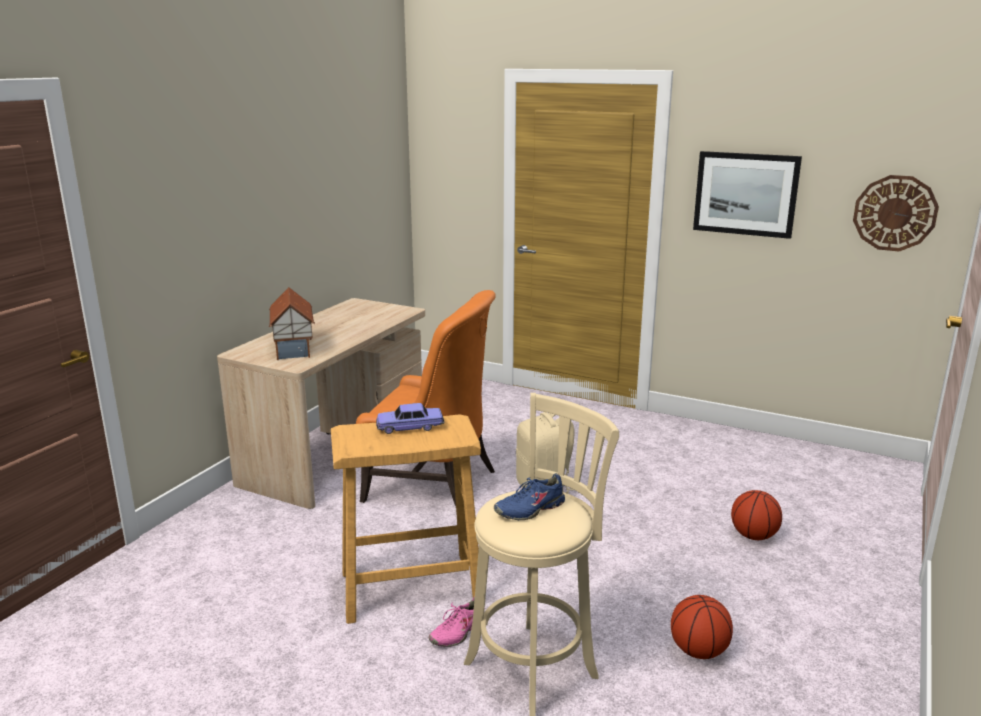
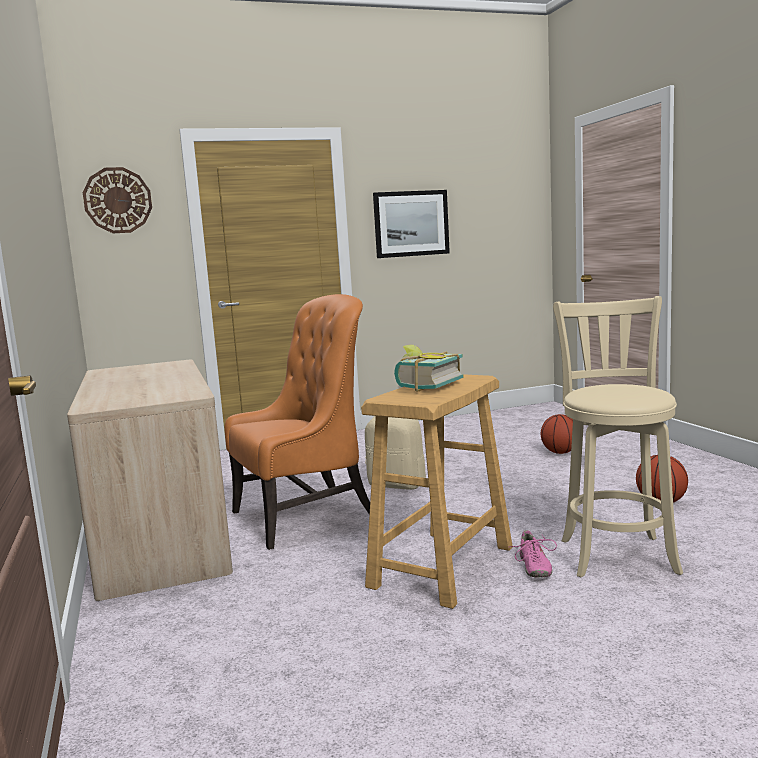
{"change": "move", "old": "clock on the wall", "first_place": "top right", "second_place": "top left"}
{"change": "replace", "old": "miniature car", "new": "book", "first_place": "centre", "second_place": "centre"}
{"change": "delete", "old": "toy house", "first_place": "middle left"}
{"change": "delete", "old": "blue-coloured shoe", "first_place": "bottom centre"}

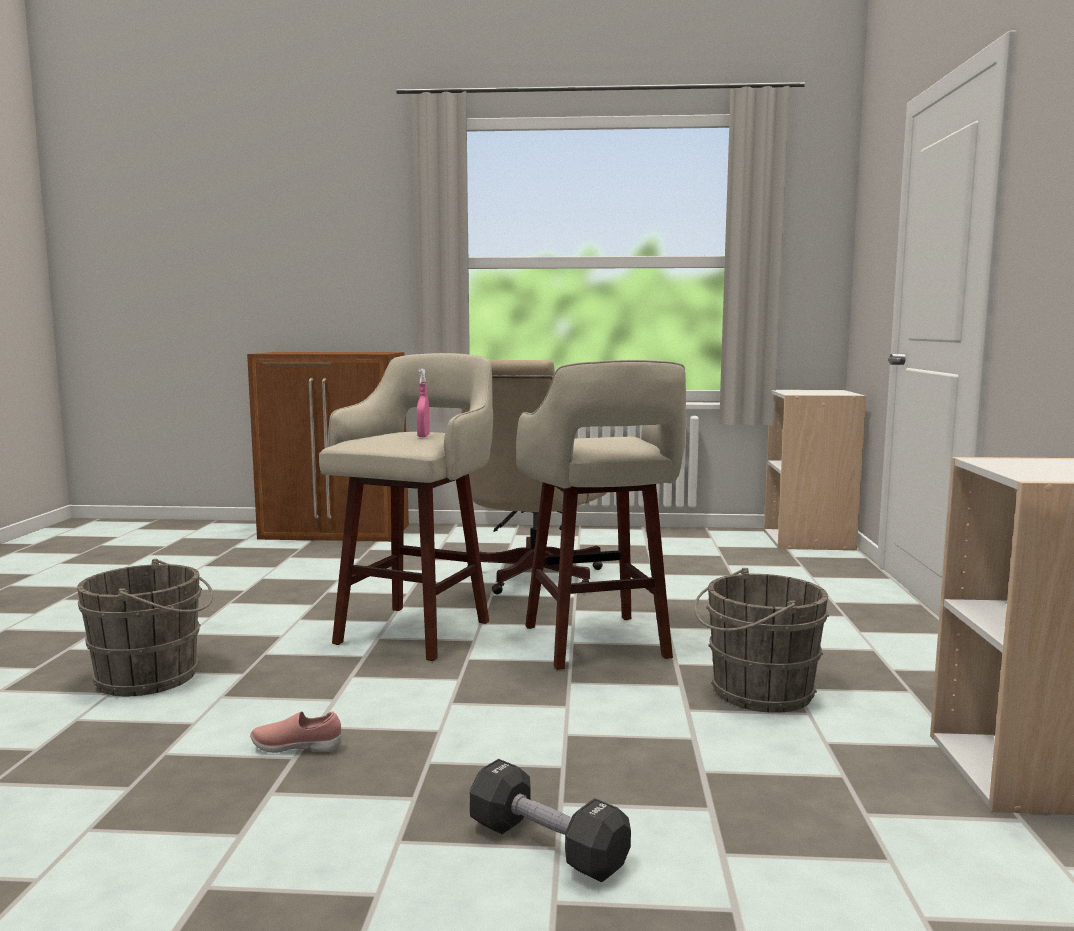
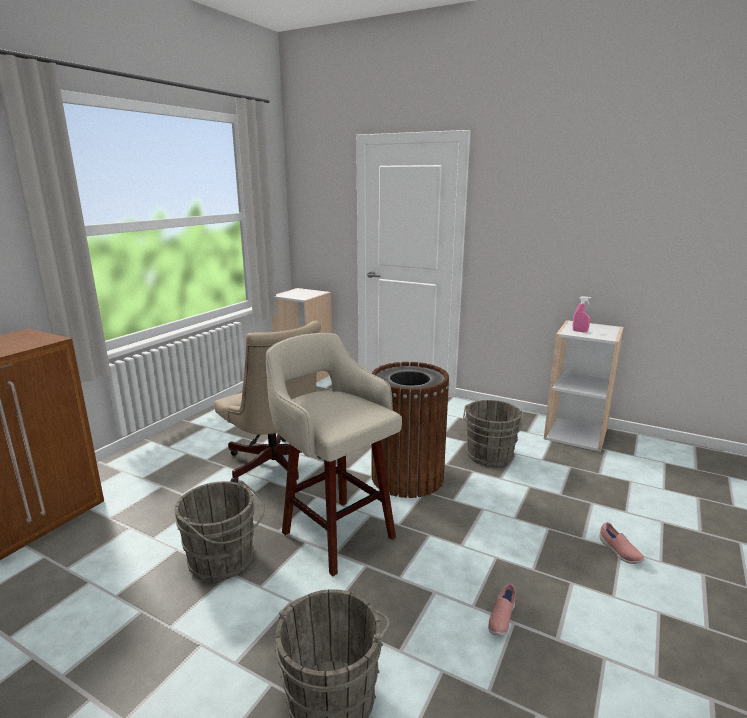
{"change": "insert", "new": "gray bucket (1st from left)", "second_place": "bottom left"}
{"change": "replace", "old": "beige sitting stool (2nd from left)", "new": "brownish trash can", "first_place": "centre", "second_place": "centre"}
{"change": "move", "old": "pink hand sprayer", "first_place": "centre", "second_place": "middle right"}
{"change": "replace", "old": "black free weight", "new": "pink shoe (2nd from left)", "first_place": "bottom centre", "second_place": "bottom right"}

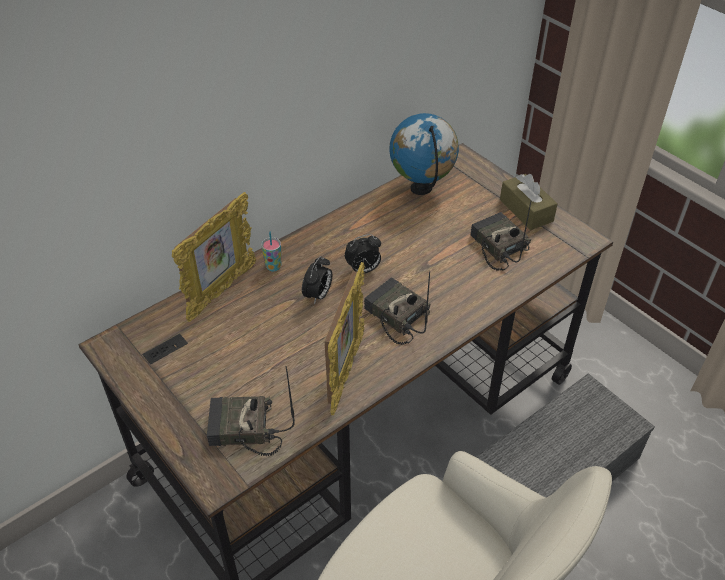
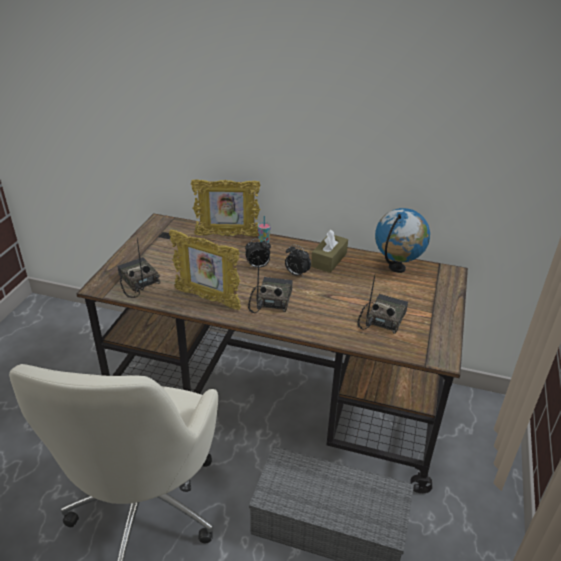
{"change": "rotate", "old": "standing frame (2nd from left in the first image)", "first_place": "centre", "second_place": "centre", "degrees": 45}
{"change": "move", "old": "brownish box of tissues", "first_place": "middle right", "second_place": "centre"}

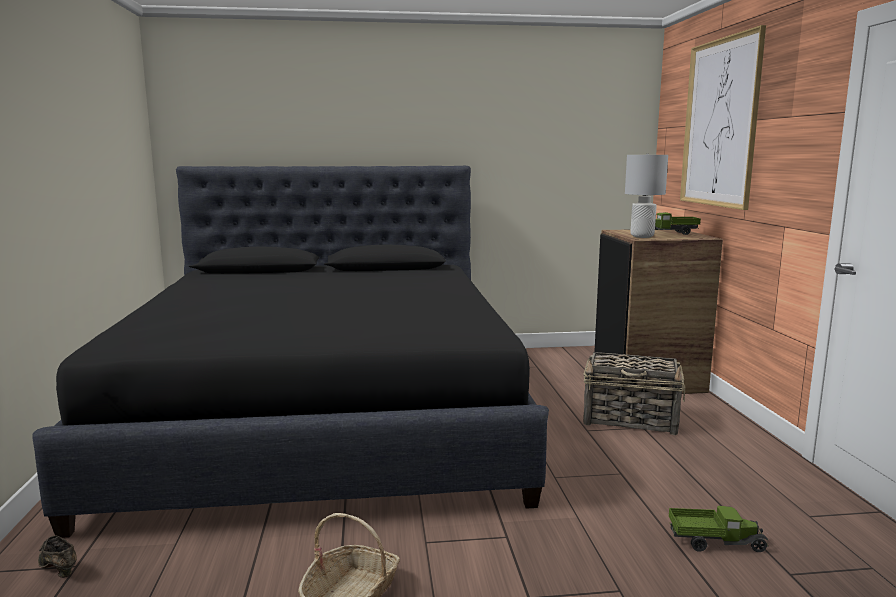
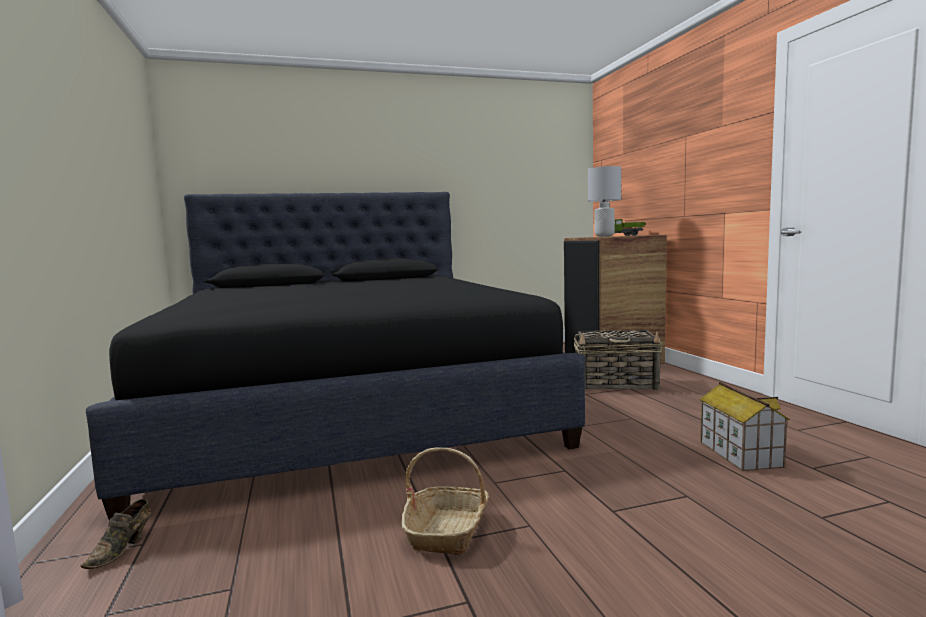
{"change": "rotate", "old": "brownish shoe", "first_place": "bottom left", "second_place": "bottom left", "degrees": -105}
{"change": "replace", "old": "toy lorry (2nd from left)", "new": "toy house", "first_place": "bottom right", "second_place": "bottom right"}
{"change": "delete", "old": "wall art", "first_place": "top right"}

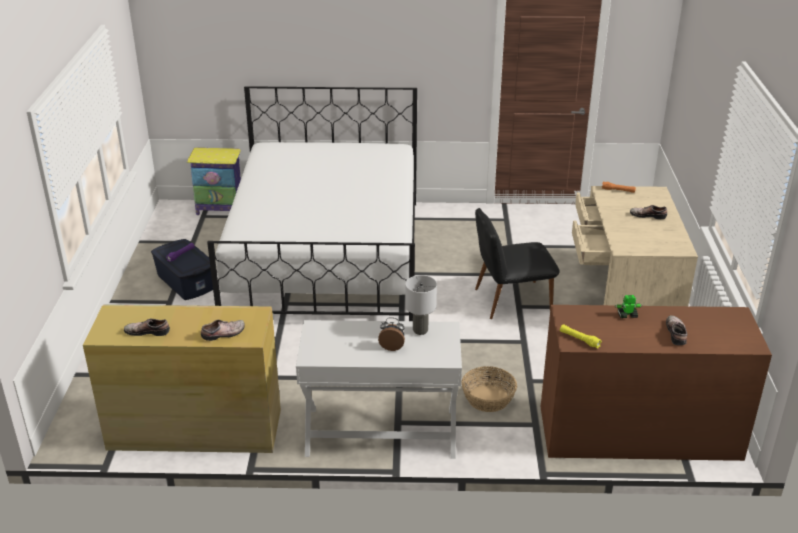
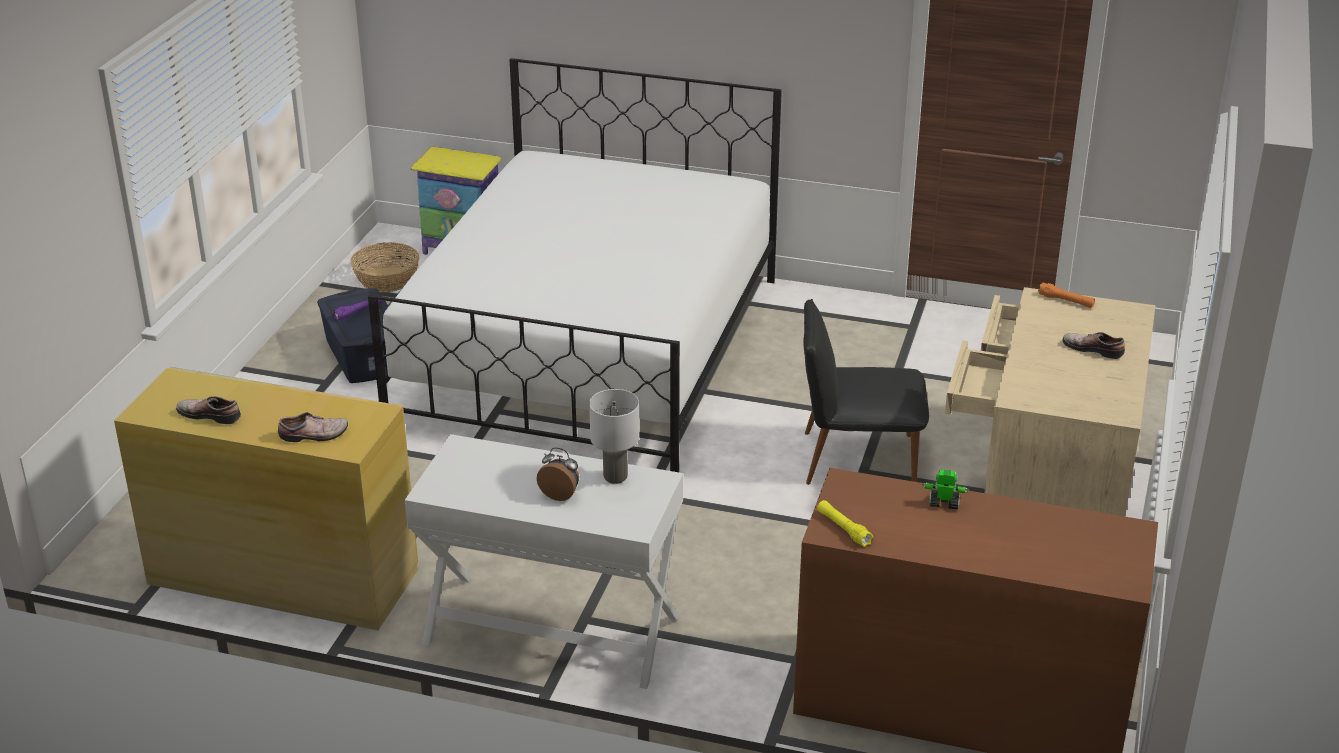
{"change": "move", "old": "storage basket", "first_place": "bottom centre", "second_place": "middle left"}
{"change": "delete", "old": "shoe (4th from left)", "first_place": "middle right"}

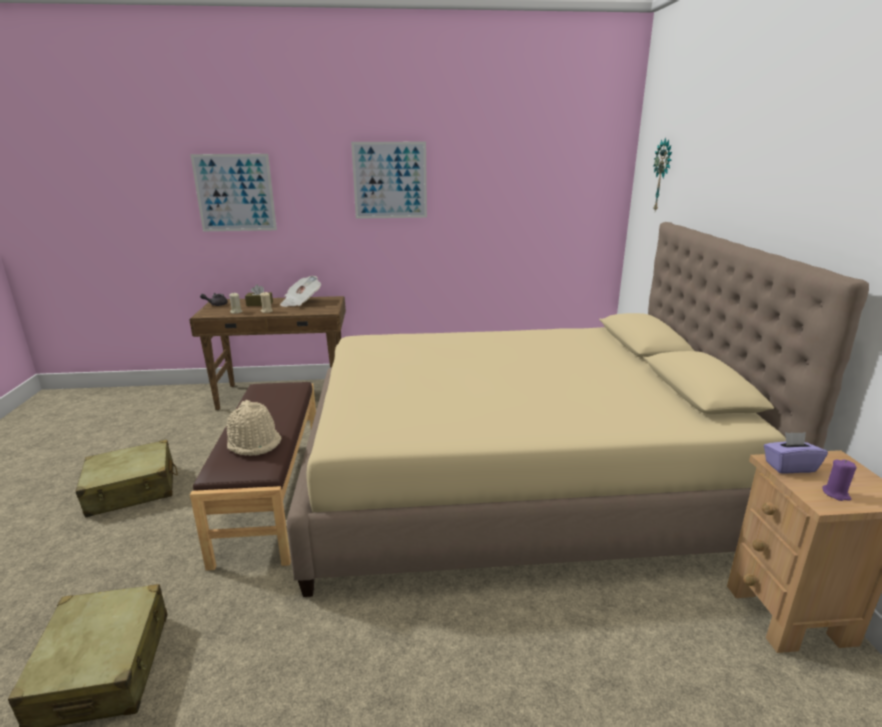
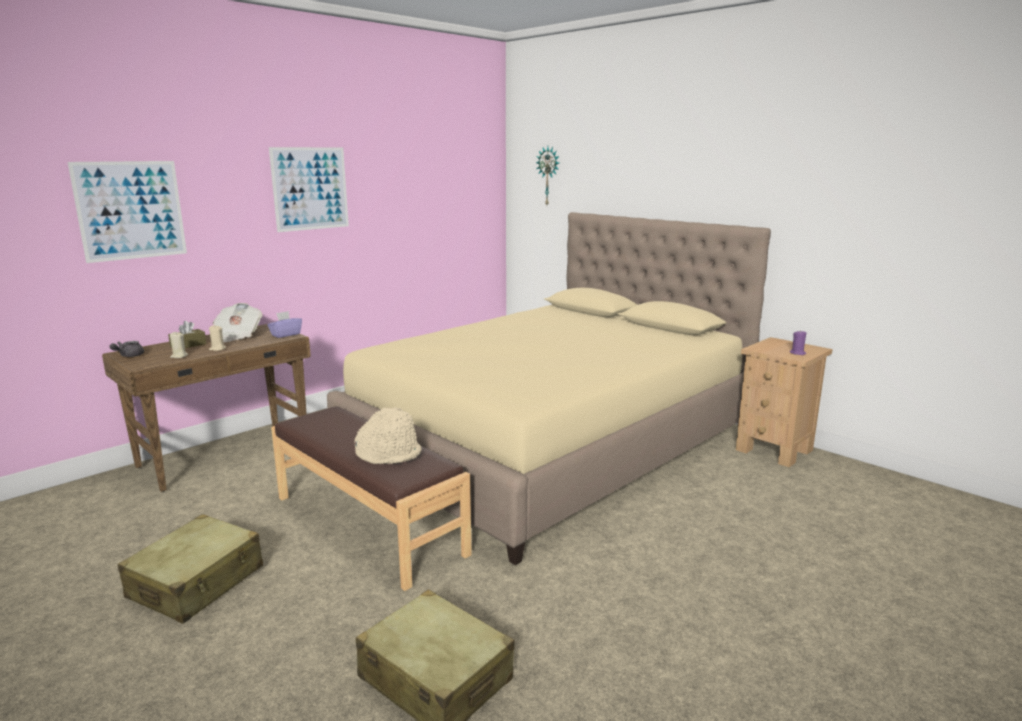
{"change": "move", "old": "purple box of tissues", "first_place": "middle right", "second_place": "middle left"}

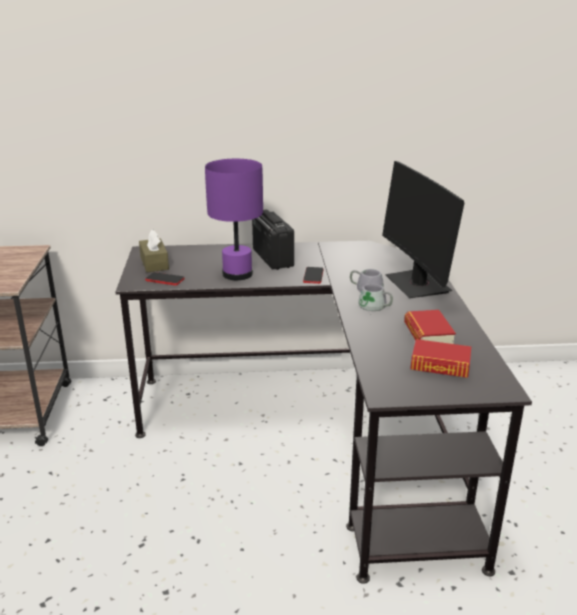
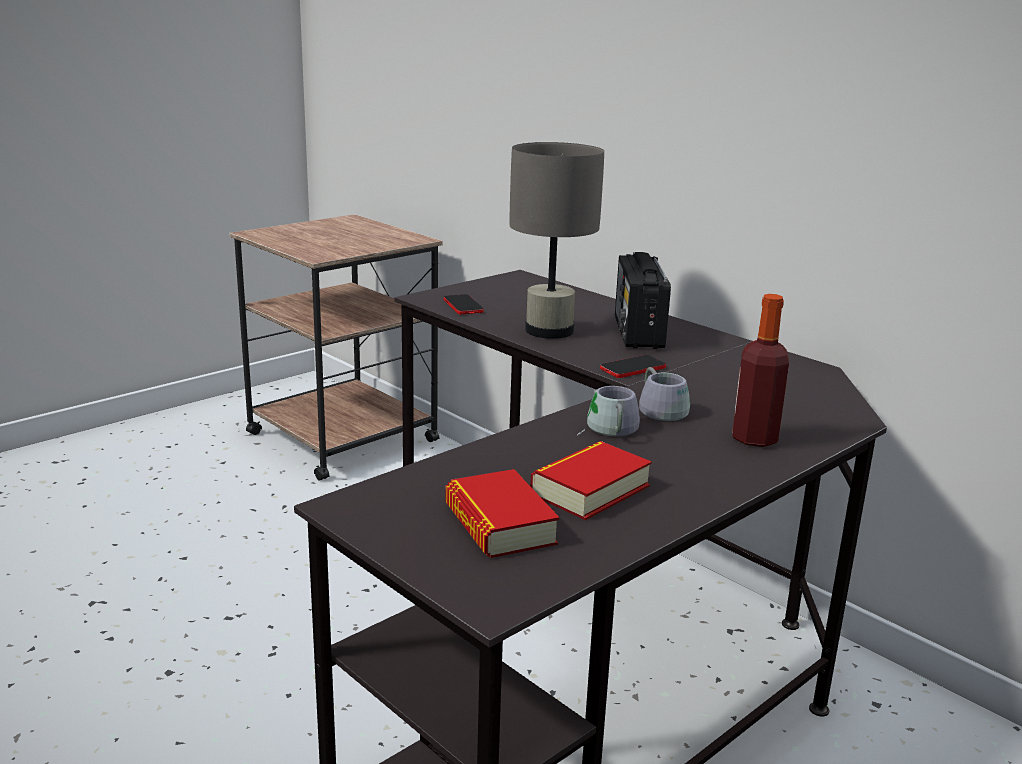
{"change": "recolor", "old": "purple lamp for a table", "new": "gray lamp for a table", "first_place": "centre", "second_place": "top centre"}
{"change": "rotate", "old": "radio receiver", "first_place": "centre", "second_place": "centre", "degrees": 150}
{"change": "replace", "old": "computer screen", "new": "drink bottle", "first_place": "middle right", "second_place": "middle right"}
{"change": "delete", "old": "brownish box of tissues", "first_place": "middle left"}

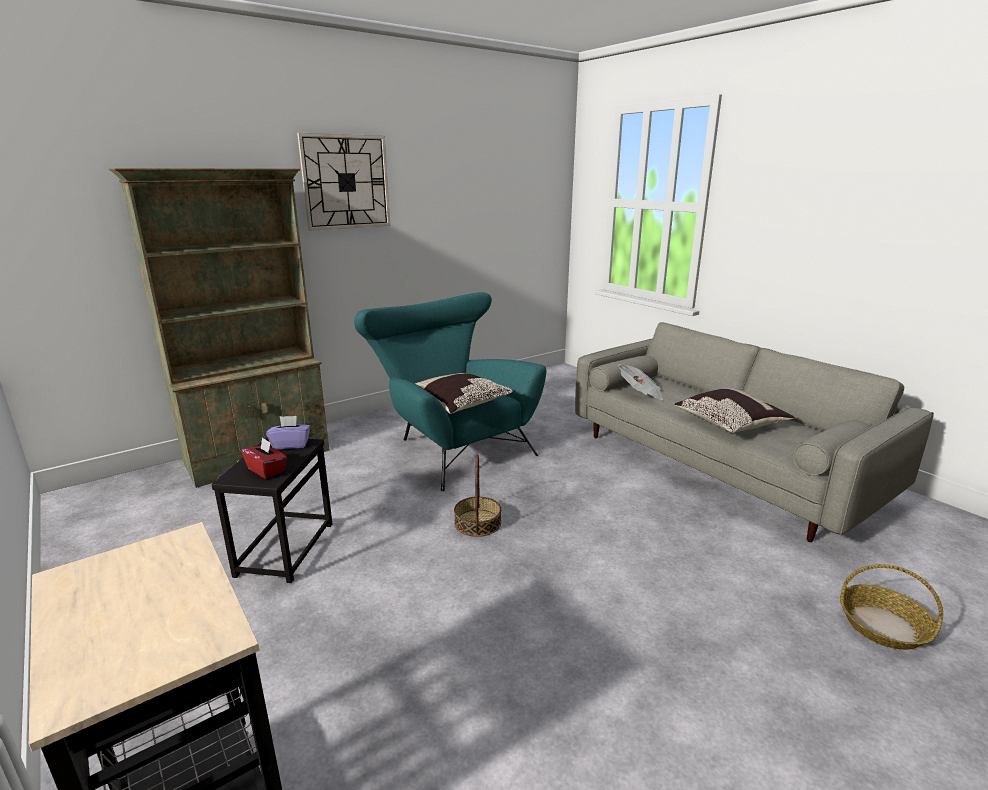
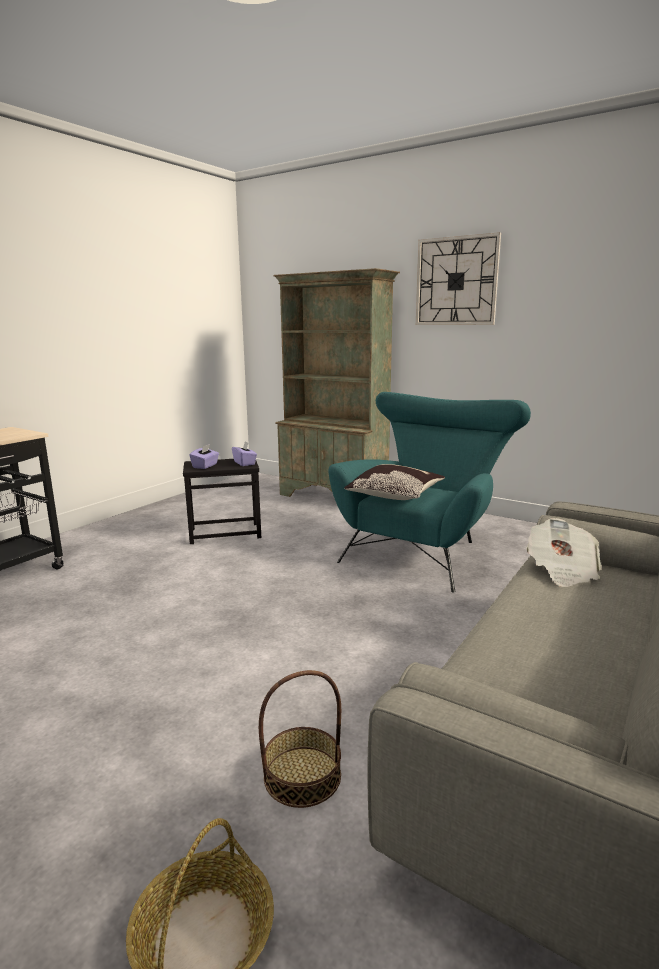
{"change": "recolor", "old": "red box of tissues", "new": "purple box of tissues (1st from left)", "first_place": "middle left", "second_place": "middle left"}
{"change": "move", "old": "storage basket (1st from left in the first image)", "new": "storage basket (2nd from left)", "first_place": "centre", "second_place": "bottom centre"}
{"change": "delete", "old": "throw pillow (2nd from left)", "first_place": "middle right"}

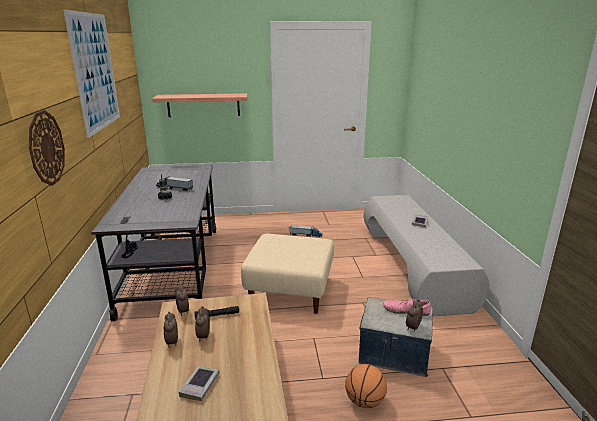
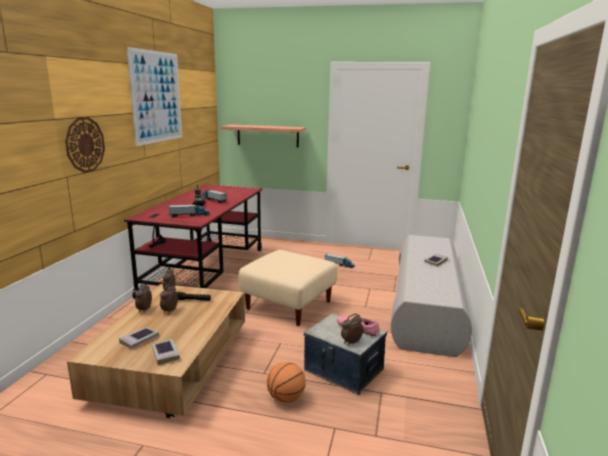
{"change": "recolor", "old": "gray desk table", "new": "red desk table", "first_place": "middle left", "second_place": "middle left"}
{"change": "insert", "new": "book (2nd from left)", "second_place": "bottom left"}
{"change": "insert", "new": "toy lorry (1st from left)", "second_place": "middle left"}

